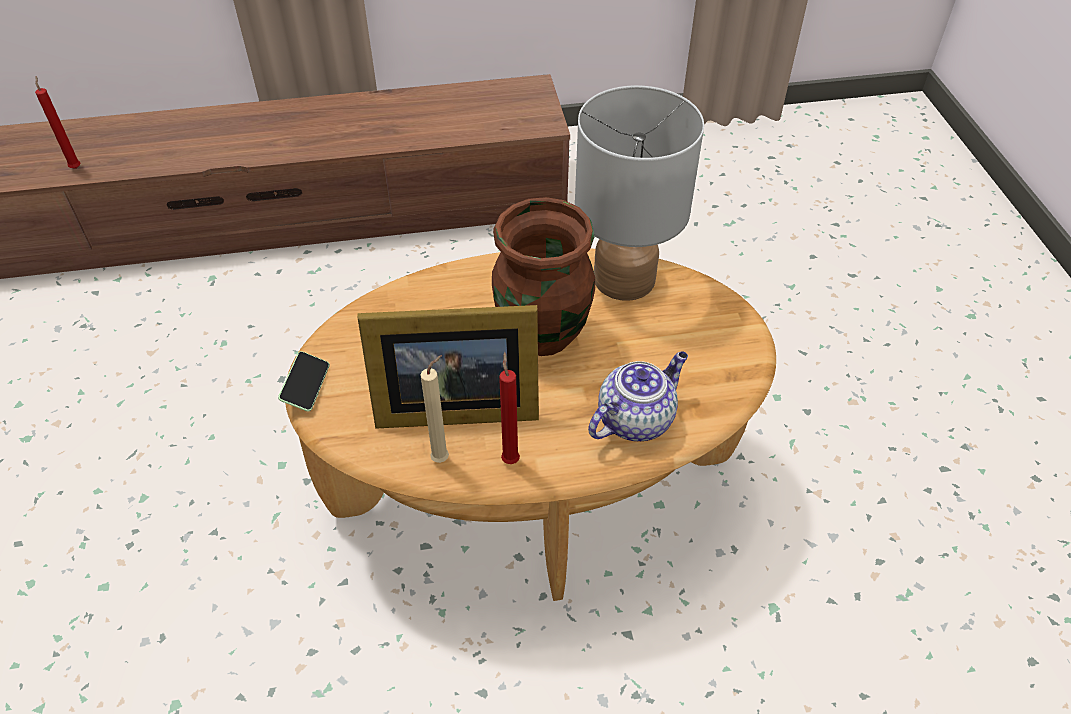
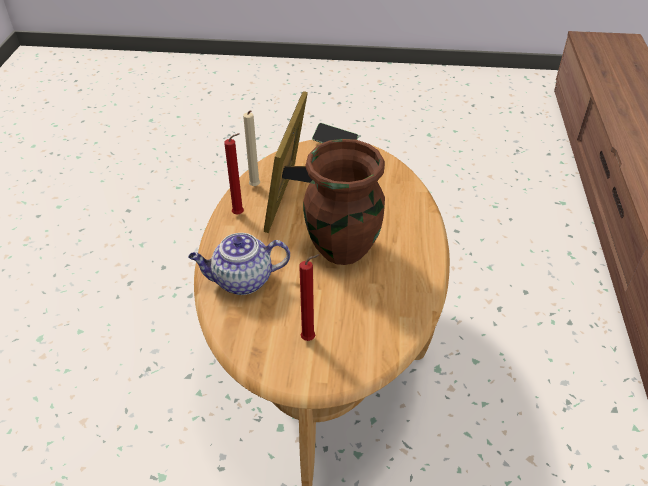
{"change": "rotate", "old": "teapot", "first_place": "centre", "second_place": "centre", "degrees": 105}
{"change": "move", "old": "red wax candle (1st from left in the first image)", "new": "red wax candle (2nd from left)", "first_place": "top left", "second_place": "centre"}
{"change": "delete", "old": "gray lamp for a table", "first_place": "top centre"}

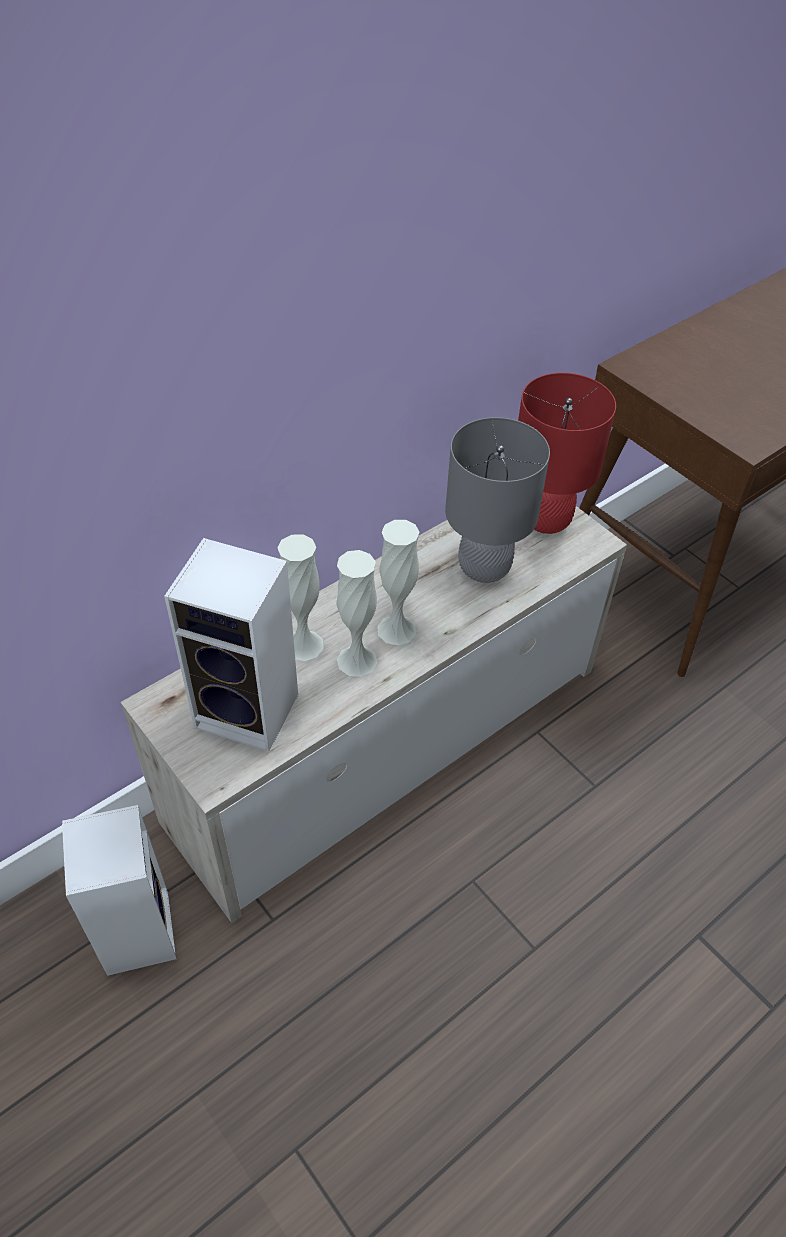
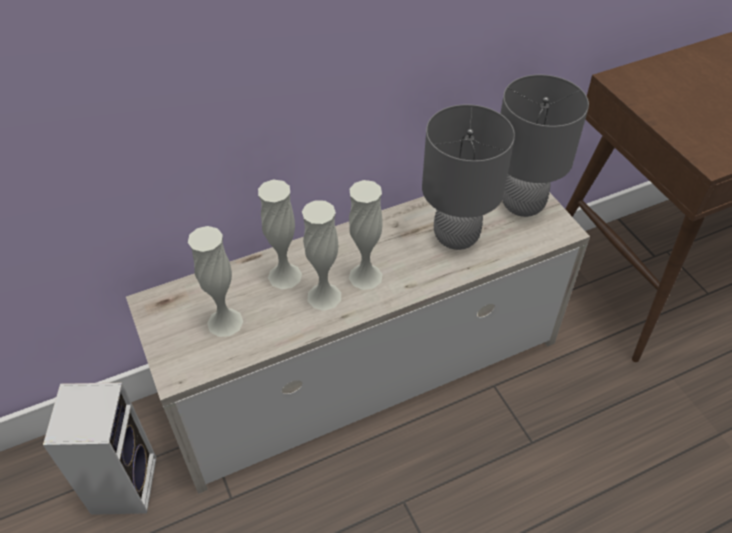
{"change": "replace", "old": "speaker (2nd from left)", "new": "white-coloured decorative vase (1st from left)", "first_place": "middle left", "second_place": "middle left"}
{"change": "recolor", "old": "red lamp for a table", "new": "gray lamp for a table (2nd from left)", "first_place": "middle right", "second_place": "top right"}

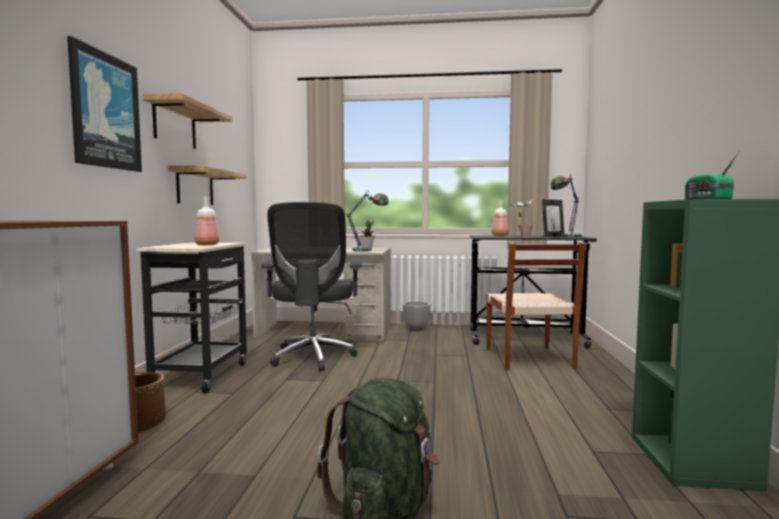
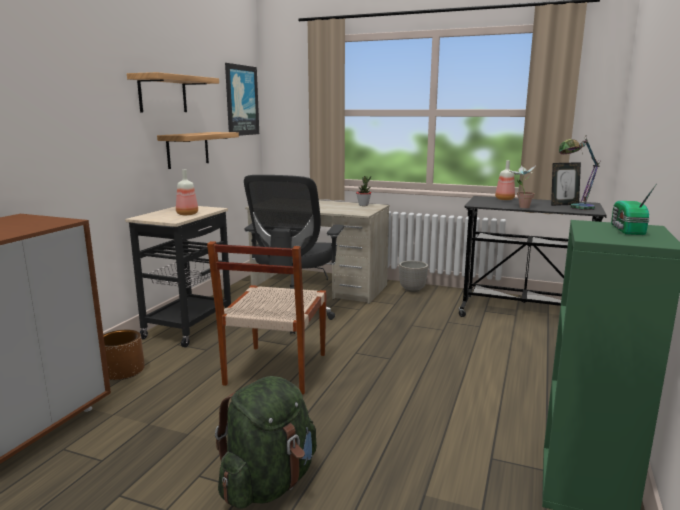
{"change": "move", "old": "chair", "first_place": "middle right", "second_place": "centre"}
{"change": "move", "old": "wall art", "first_place": "top left", "second_place": "top centre"}
{"change": "delete", "old": "lamp for a table (1st from left)", "first_place": "centre"}

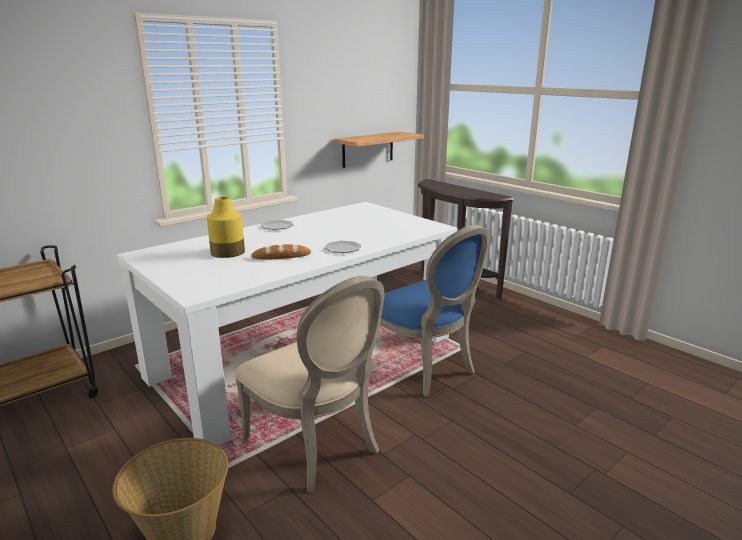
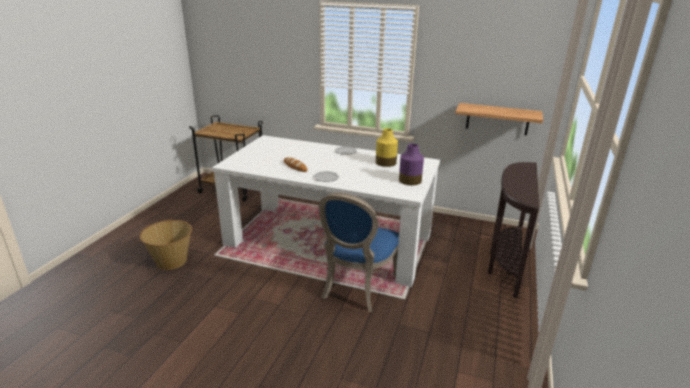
{"change": "move", "old": "yellowish decorative vase", "first_place": "middle left", "second_place": "centre"}
{"change": "insert", "new": "purple decorative vase", "second_place": "centre"}
{"change": "delete", "old": "beige chair", "first_place": "bottom centre"}

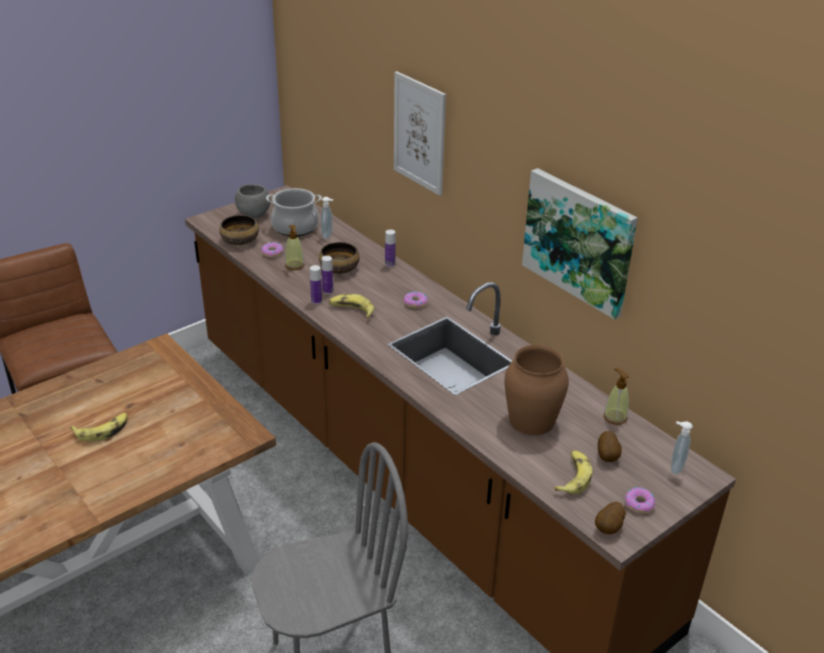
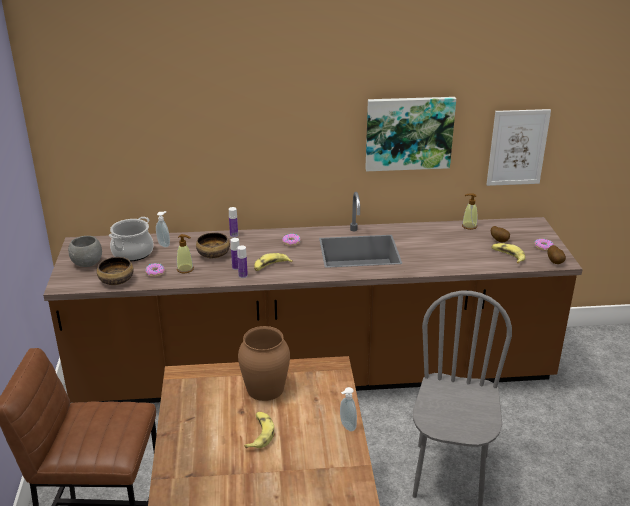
{"change": "move", "old": "brownish decorative vase", "first_place": "centre", "second_place": "bottom centre"}
{"change": "move", "old": "soap bottle (4th from left in the first image)", "new": "soap bottle (3rd from left)", "first_place": "bottom right", "second_place": "bottom centre"}
{"change": "move", "old": "wall art (1st from left in the first image)", "new": "wall art (2nd from left)", "first_place": "top centre", "second_place": "top right"}

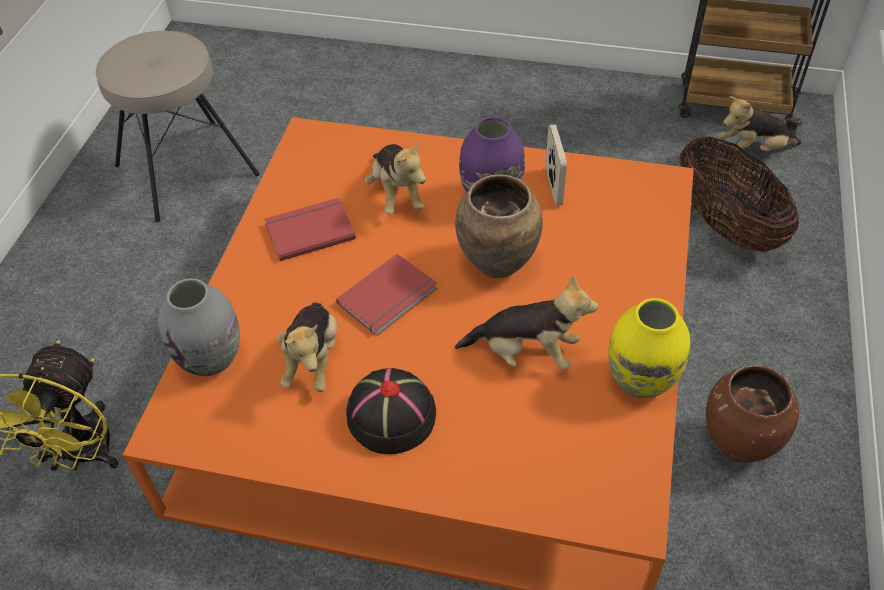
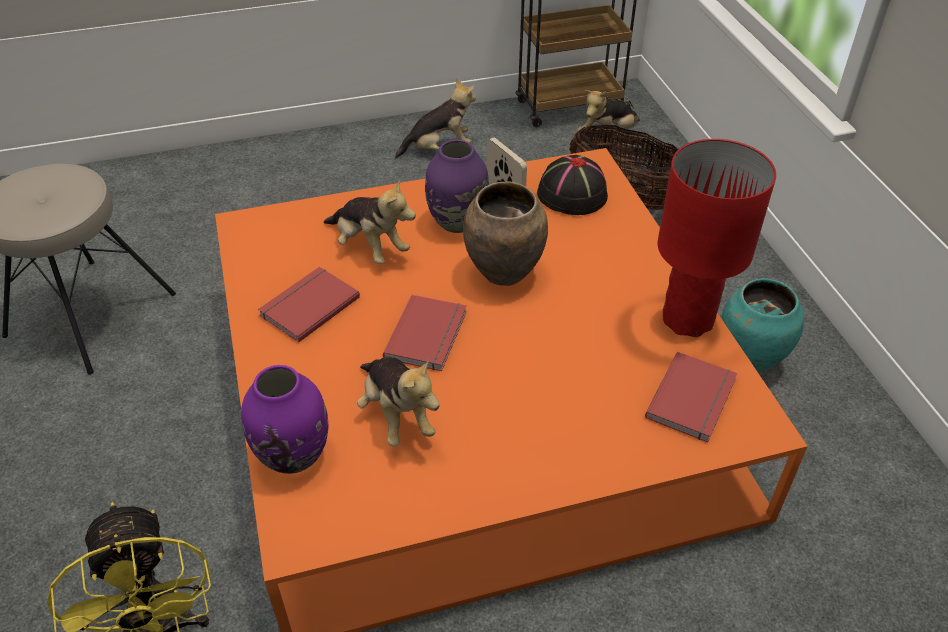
{"change": "recolor", "old": "gray decorative vase", "new": "purple decorative vase (1st from left)", "first_place": "middle left", "second_place": "middle left"}
{"change": "move", "old": "soft toy (3rd from left)", "first_place": "centre", "second_place": "top centre"}
{"change": "move", "old": "black wearable hat", "first_place": "bottom centre", "second_place": "top centre"}
{"change": "insert", "new": "red book (3rd from left)", "second_place": "middle right"}
{"change": "replace", "old": "yellowish decorative vase", "new": "red lamp for a table", "first_place": "middle right", "second_place": "middle right"}
{"change": "recolor", "old": "brownish decorative vase (2nd from left)", "new": "blue-green decorative vase", "first_place": "bottom right", "second_place": "middle right"}

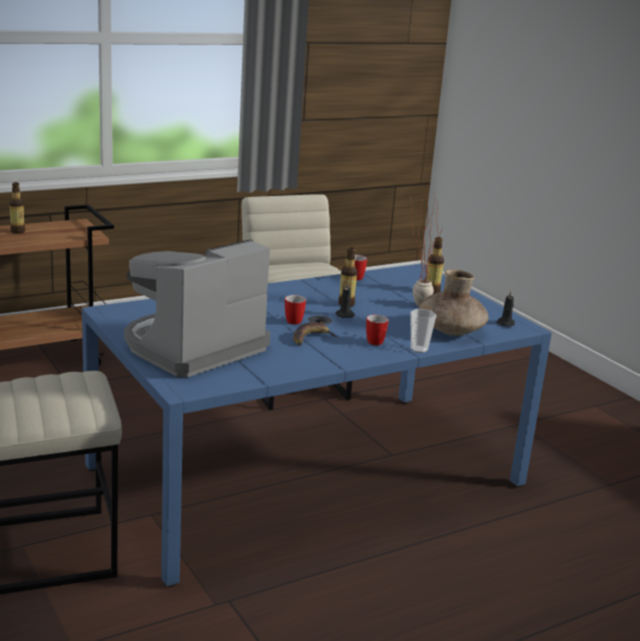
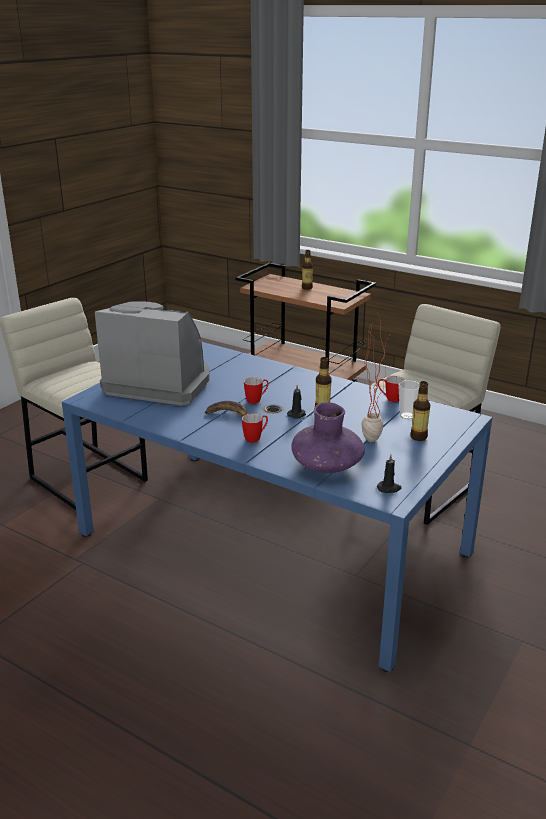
{"change": "recolor", "old": "brownish decorative vase", "new": "purple decorative vase", "first_place": "middle right", "second_place": "centre"}
{"change": "move", "old": "cup", "first_place": "centre", "second_place": "middle right"}

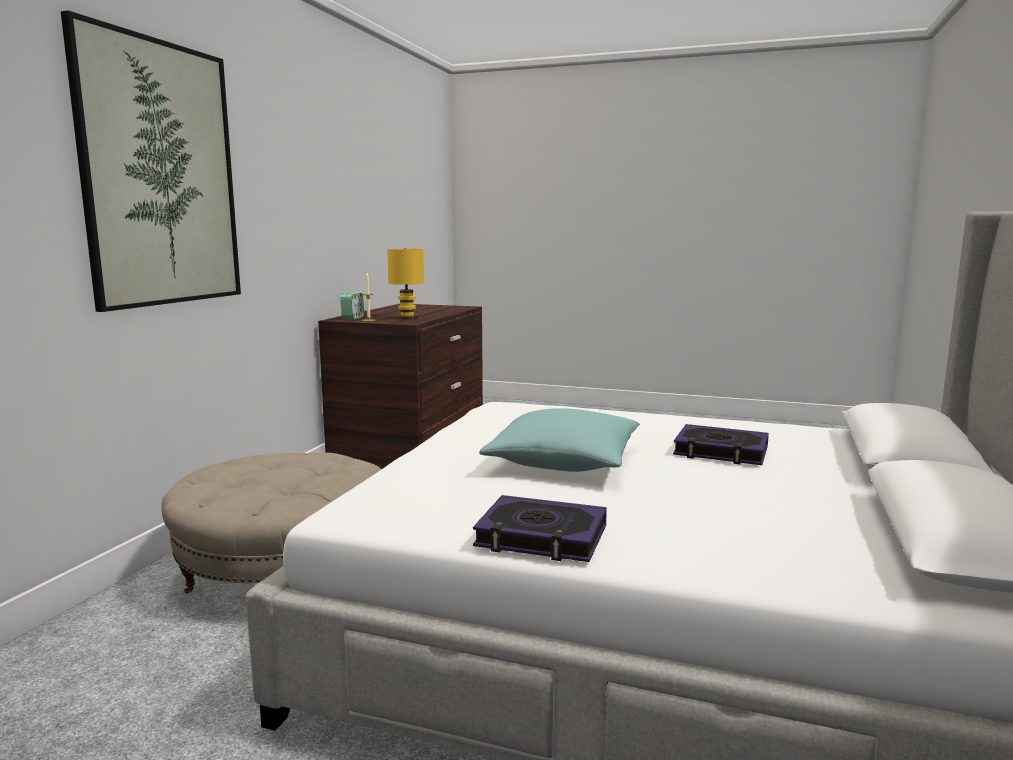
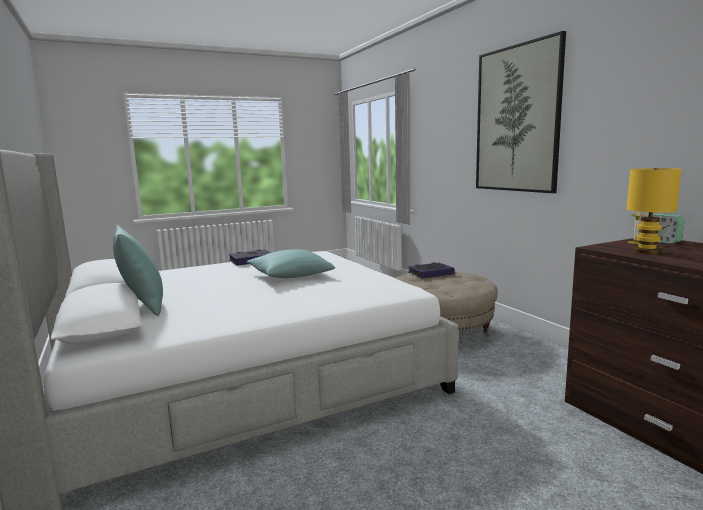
{"change": "insert", "new": "blue-green throw pillow (1st from left)", "second_place": "middle left"}
{"change": "move", "old": "book (2nd from left)", "first_place": "middle right", "second_place": "centre"}

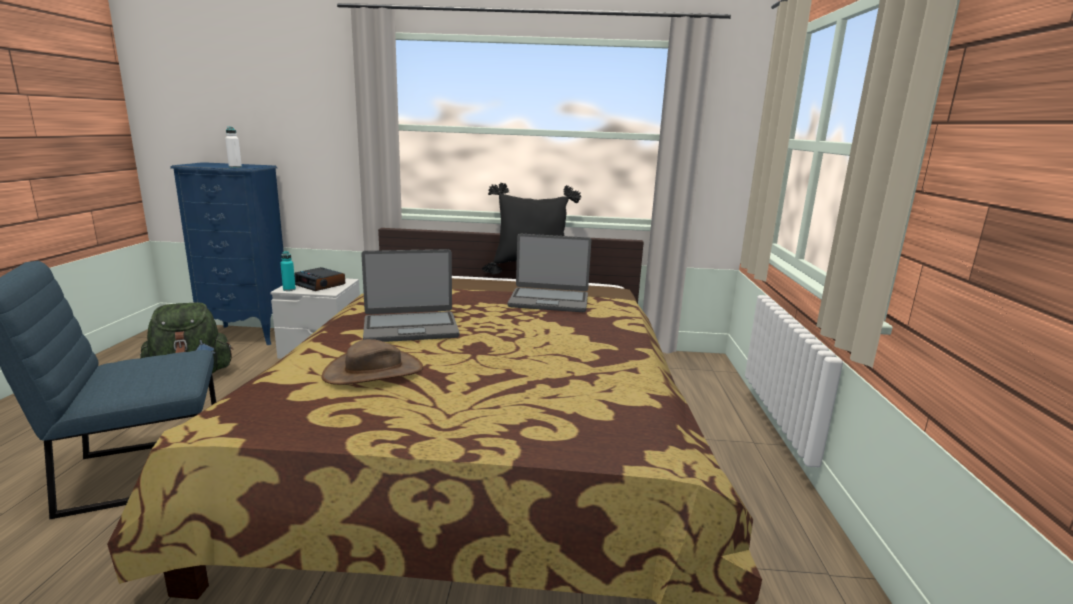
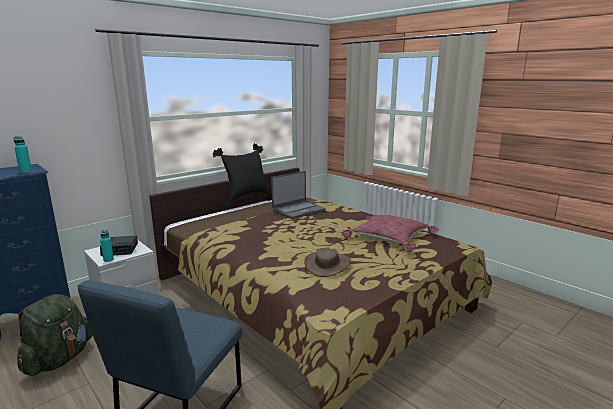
{"change": "recolor", "old": "white-coloured drink bottle", "new": "blue-green drink bottle (1st from left)", "first_place": "top left", "second_place": "middle left"}
{"change": "insert", "new": "red throw pillow", "second_place": "centre"}
{"change": "delete", "old": "notebook computer (1st from left)", "first_place": "centre"}

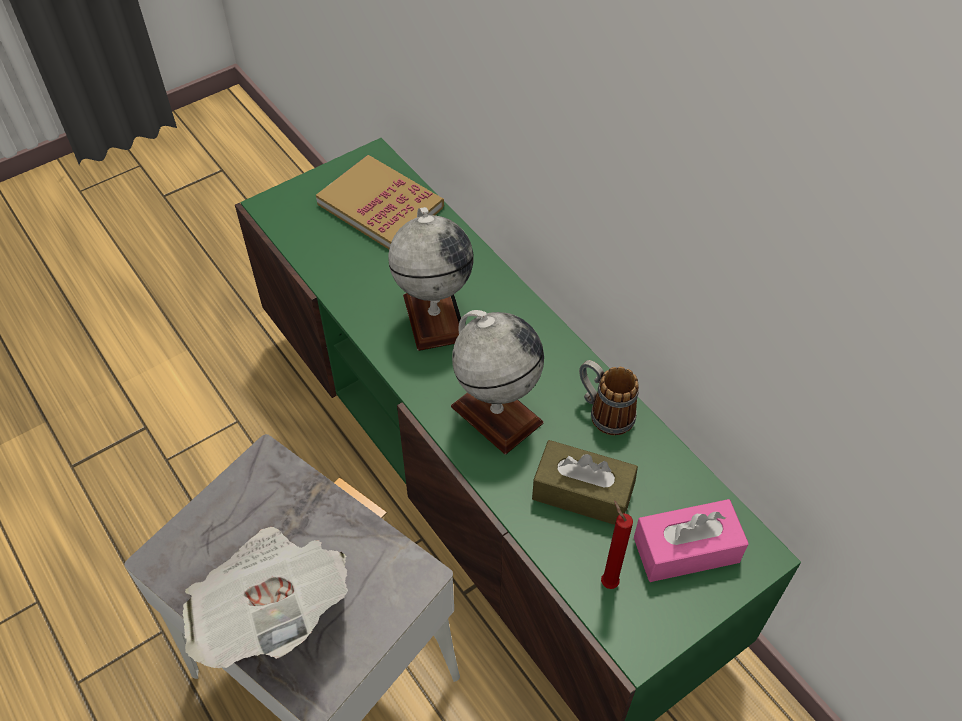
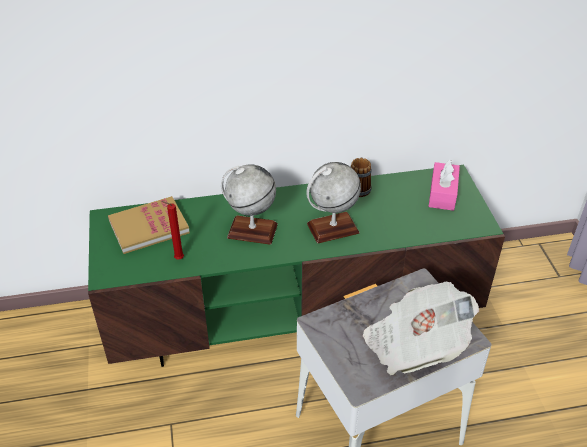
{"change": "move", "old": "red wax candle", "first_place": "bottom centre", "second_place": "middle left"}
{"change": "delete", "old": "brownish box of tissues", "first_place": "bottom centre"}

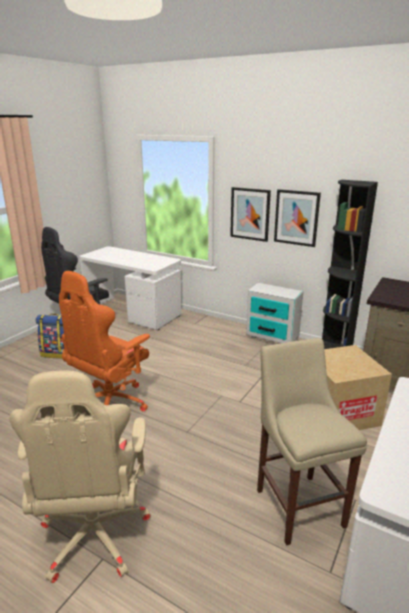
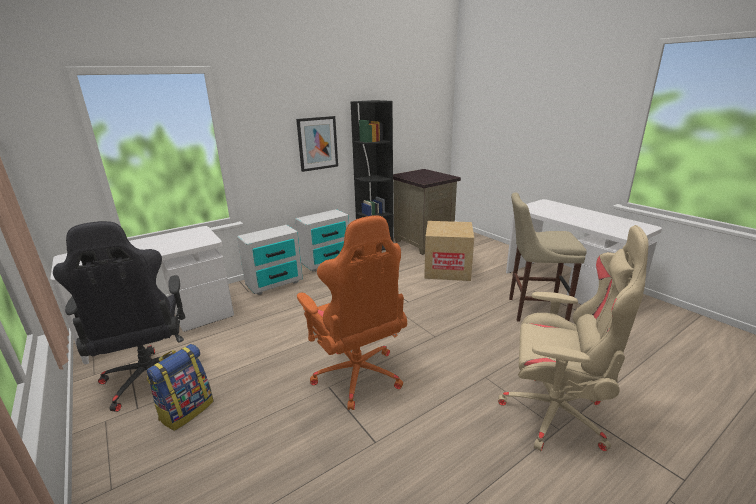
{"change": "insert", "new": "white-coloured night table (1st from left)", "second_place": "centre"}
{"change": "delete", "old": "wall art (1st from left)", "first_place": "centre"}

